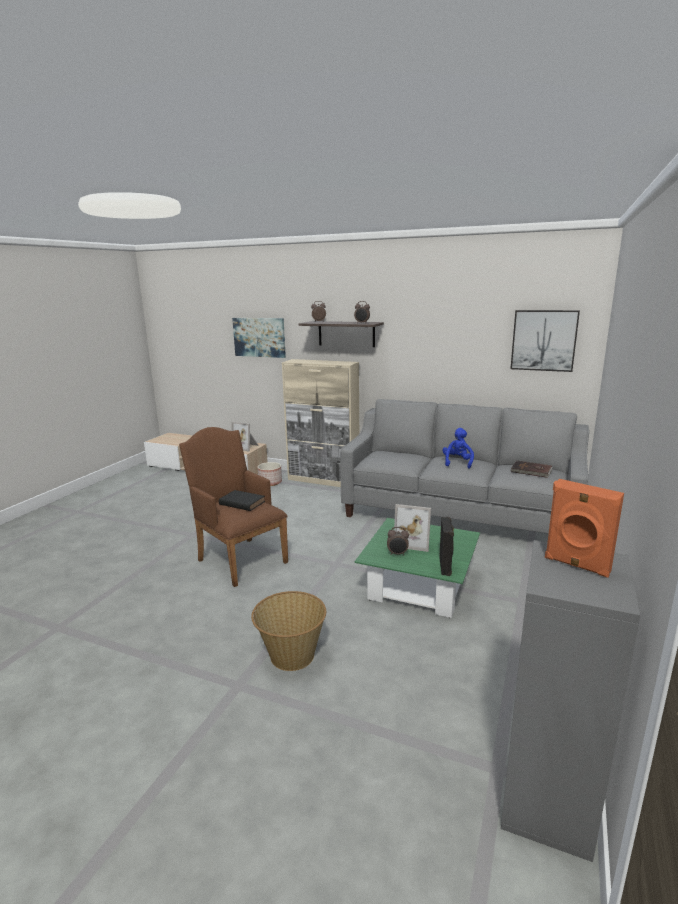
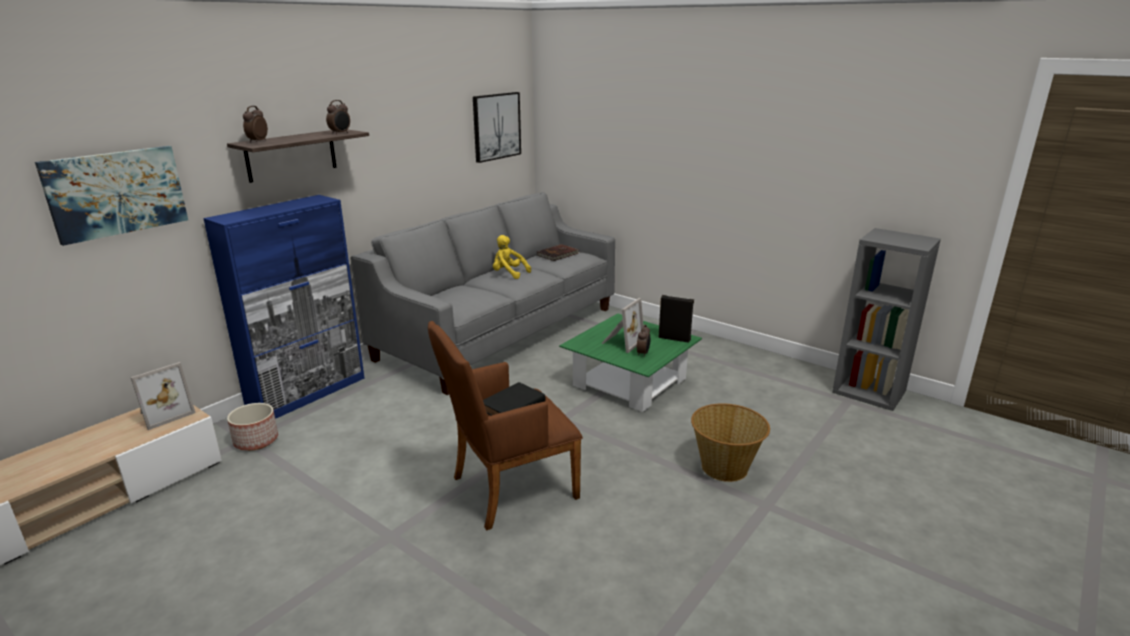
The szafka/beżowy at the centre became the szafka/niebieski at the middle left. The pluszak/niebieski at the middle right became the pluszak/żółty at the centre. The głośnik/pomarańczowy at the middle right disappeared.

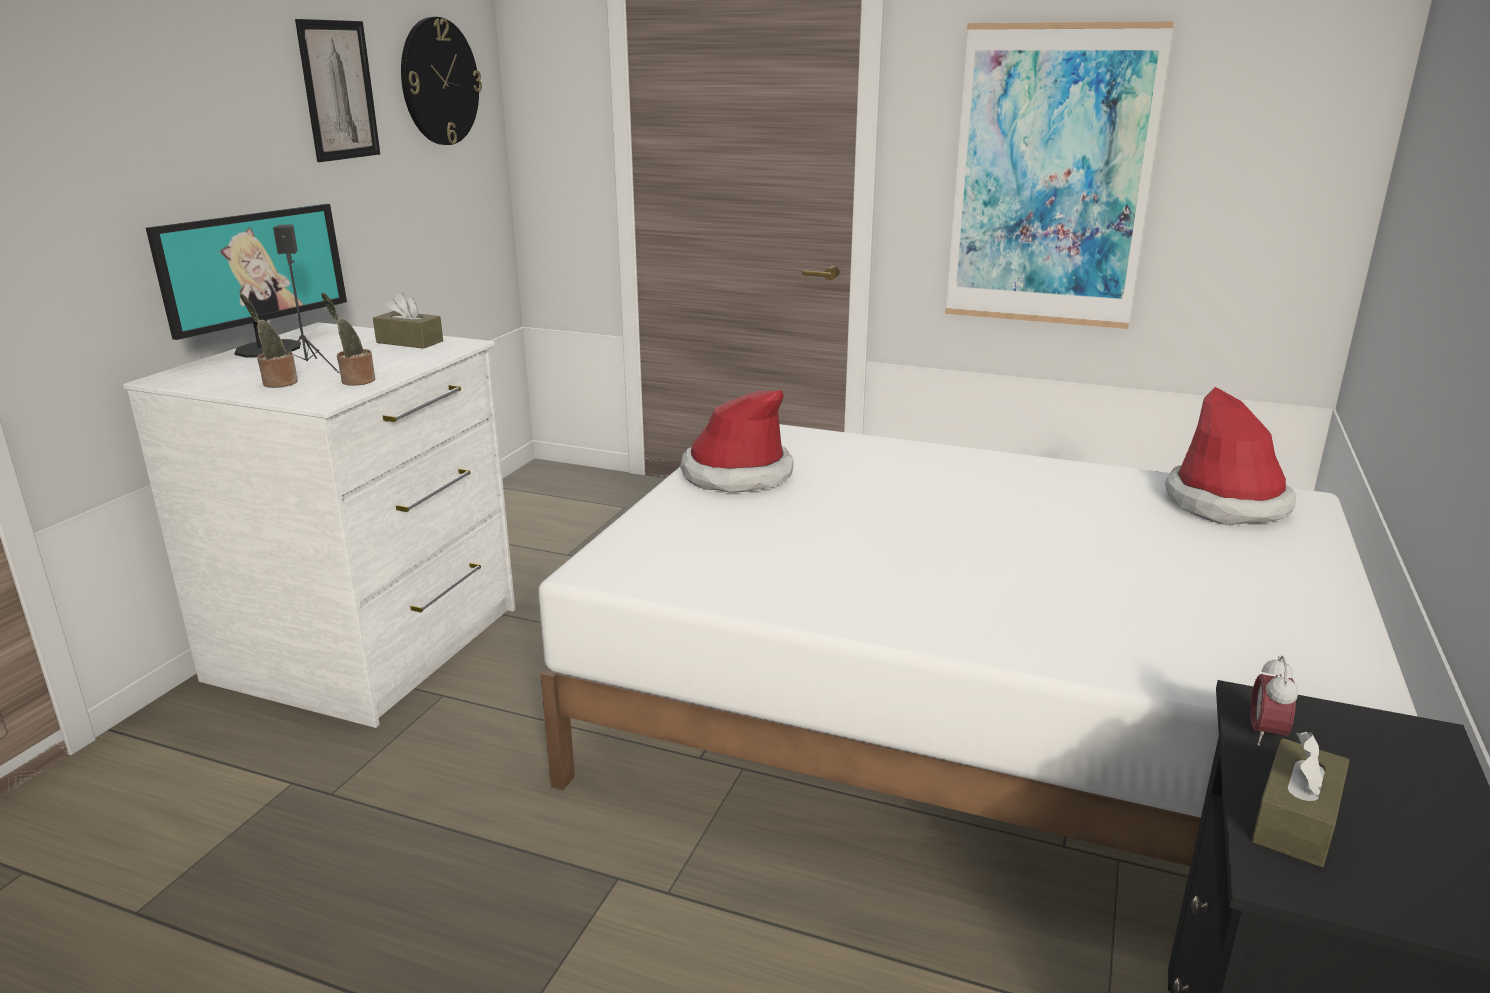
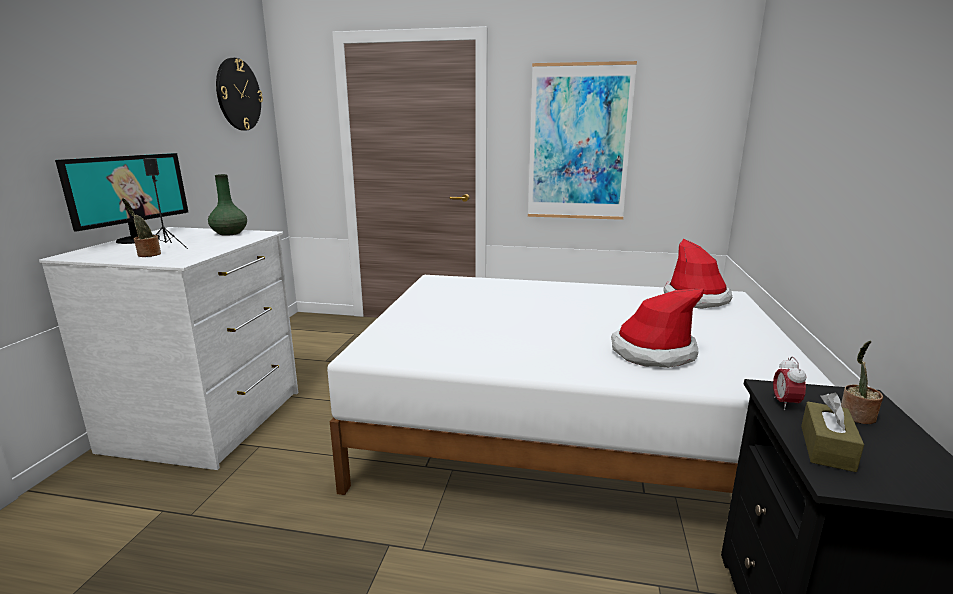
The obraz (no. 1 from left) at the top left disappeared. The roślina doniczkowa (no. 2 from left) moved from the middle left to the middle right. The pudełko chusteczek/brązowy (no. 1 from left) at the top left was replaced by the wazon/zielony at the middle left. The kapelusz (no. 1 from left) moved from the centre to the middle right.

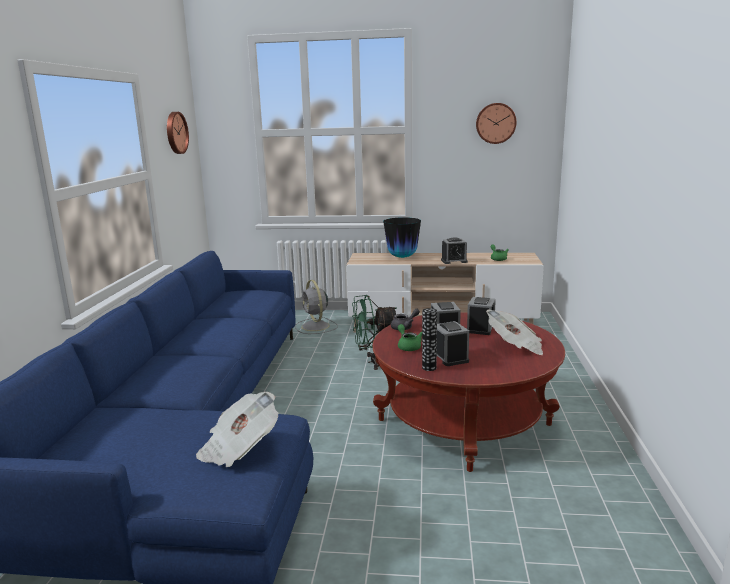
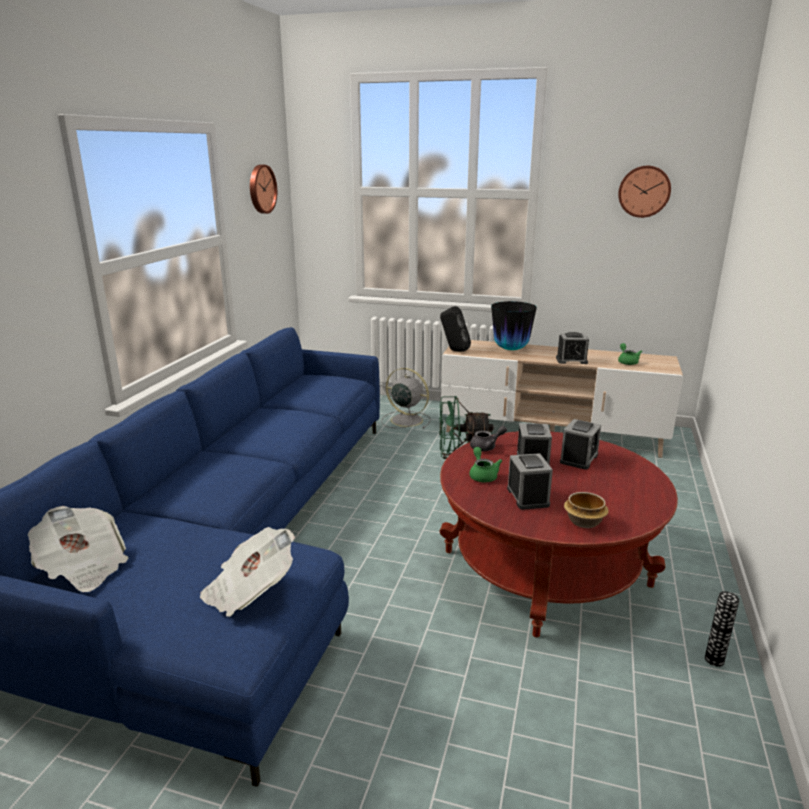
The wentylator/szary at the centre turned 135 degrees clockwise. The wazon (no. 2 from left) moved from the centre to the bottom right. The gazeta (no. 2 from left in the first image) moved from the middle right to the bottom left. The głośnik/czarny at the centre appeared. The miska at the middle right appeared.

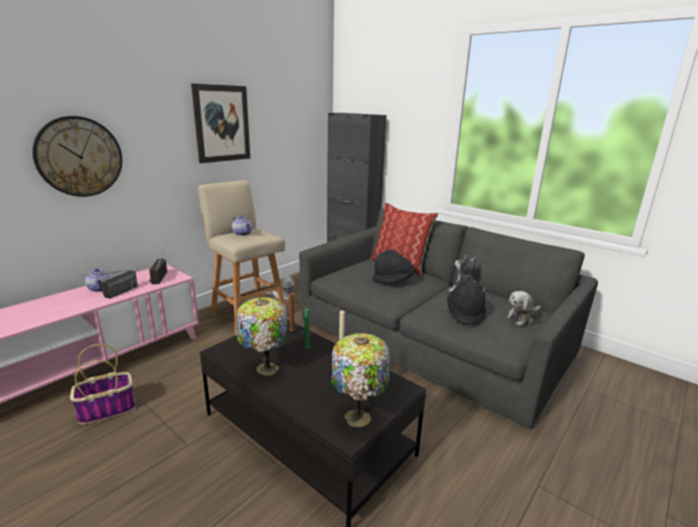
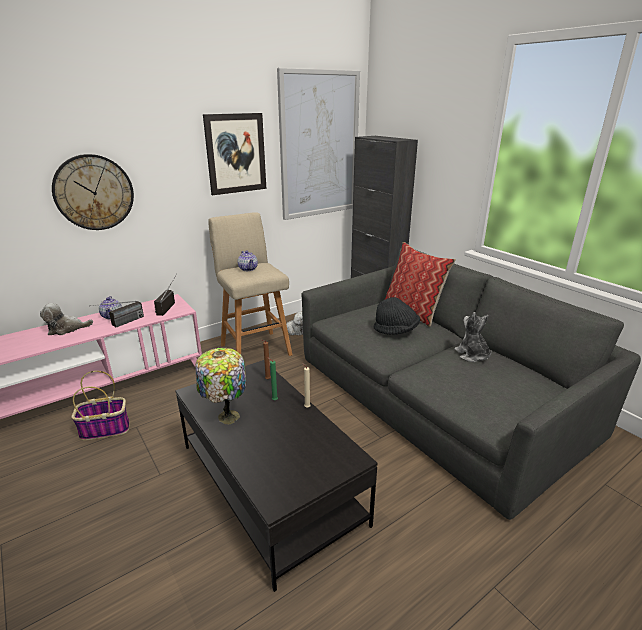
The lampa stołowa (no. 2 from left) at the bottom centre disappeared. The kapelusz/czarny (no. 2 from left) at the middle right disappeared. The pluszak (no. 3 from left in the first image) moved from the middle right to the middle left. The obraz (no. 2 from left) at the top centre appeared.

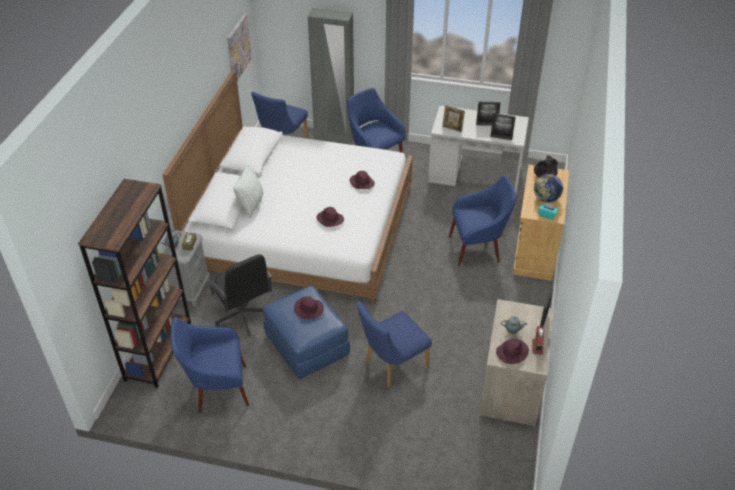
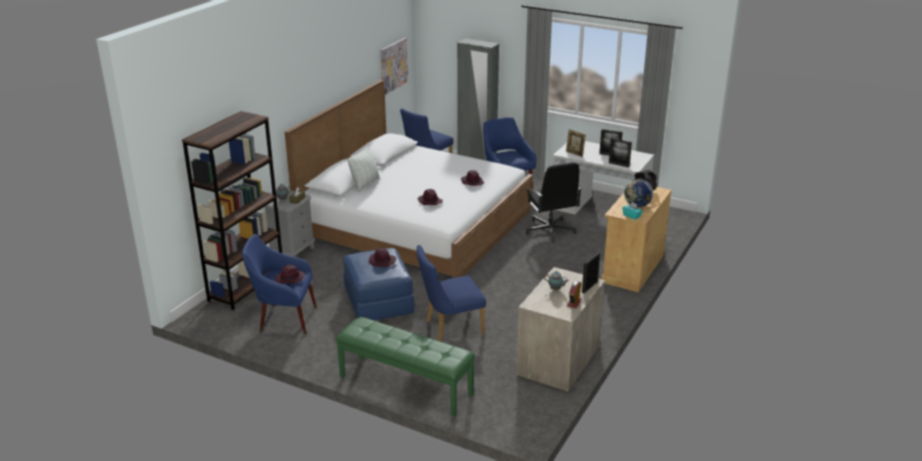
The krzesło biurowe/czarny moved from the middle left to the centre. The fotel/niebieski (no. 3 from left) at the centre disappeared. The kapelusz/fioletowy (no. 4 from left in the first image) moved from the bottom right to the middle left. The ławka/zielony at the bottom centre appeared.

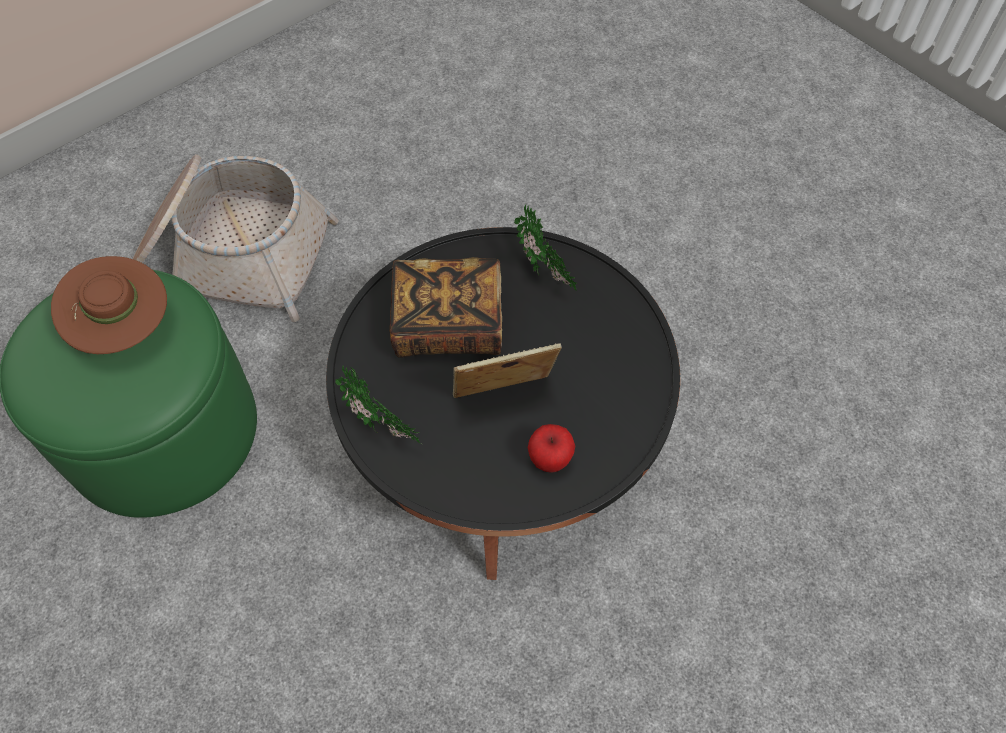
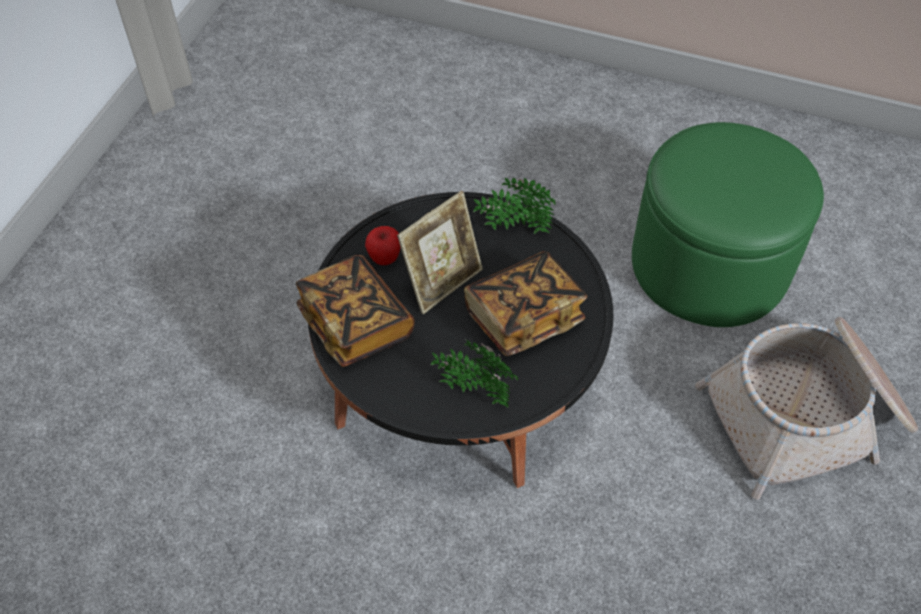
The kapelusz/brązowy at the middle left disappeared. The książka (no. 1 from left) at the centre appeared.

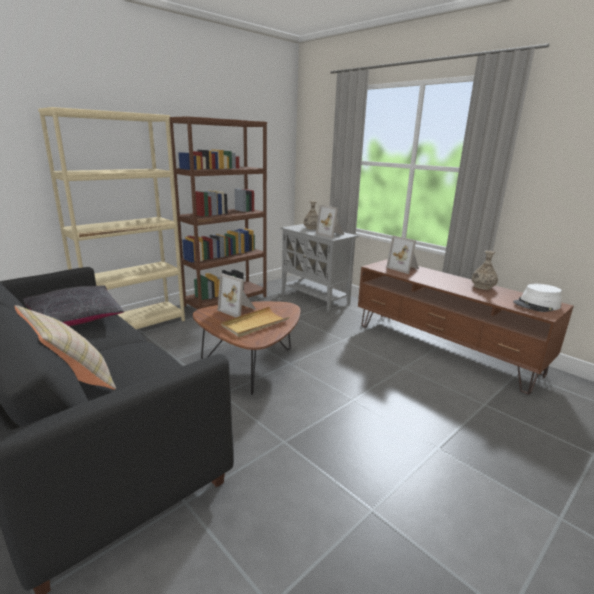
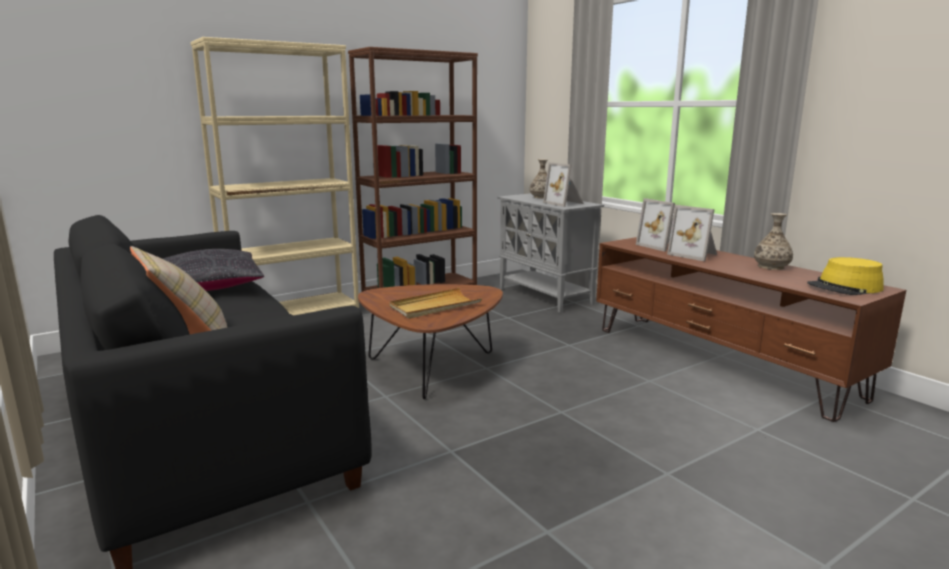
The ramka na zdjęcie (no. 1 from left in the first image) moved from the centre to the middle right. The kapelusz/biały at the middle right became the kapelusz/żółty at the middle right.

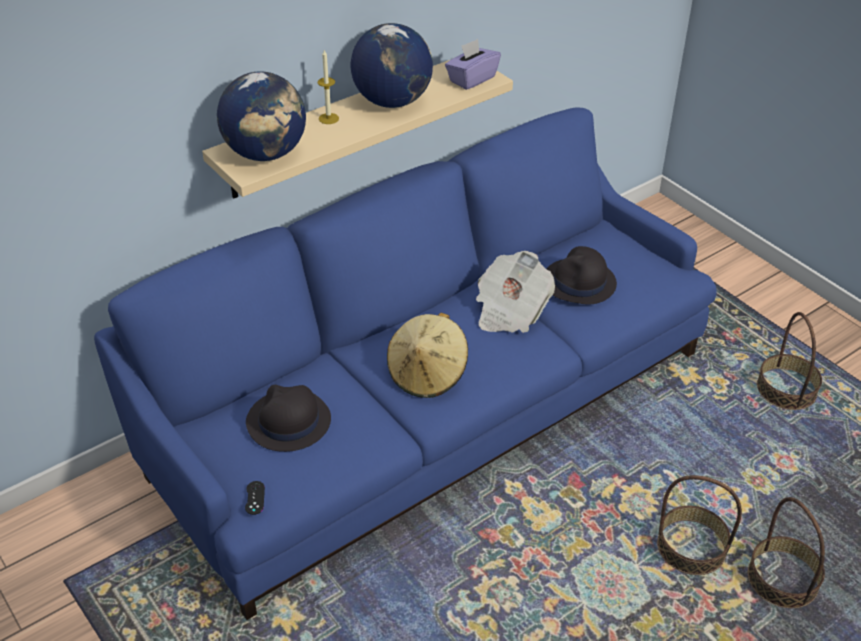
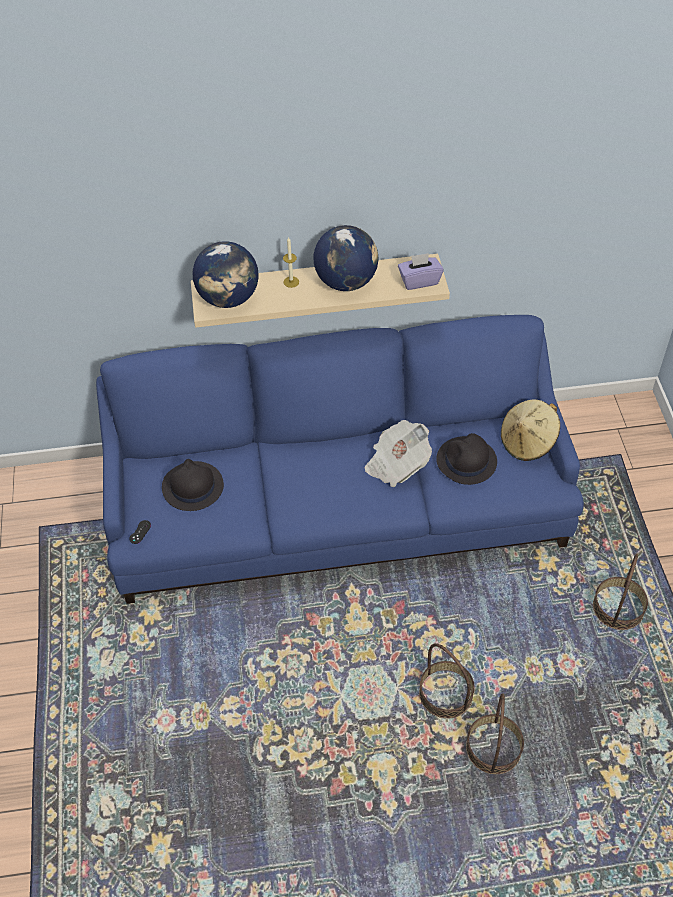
The kapelusz/beżowy moved from the centre to the middle right.

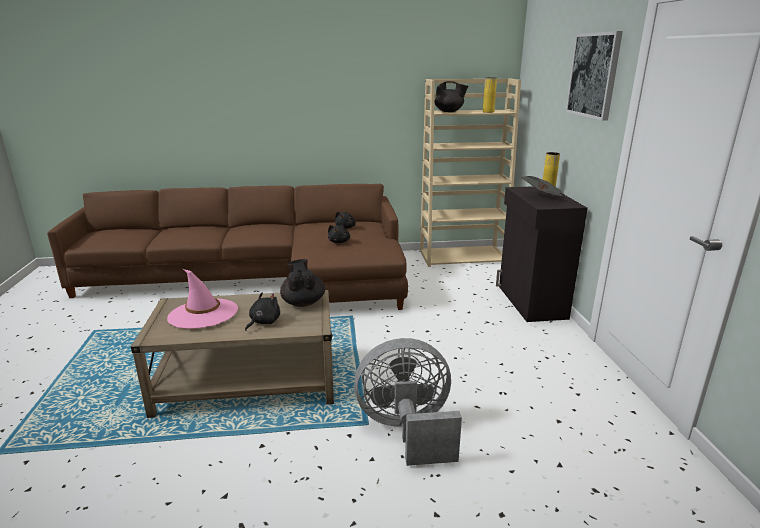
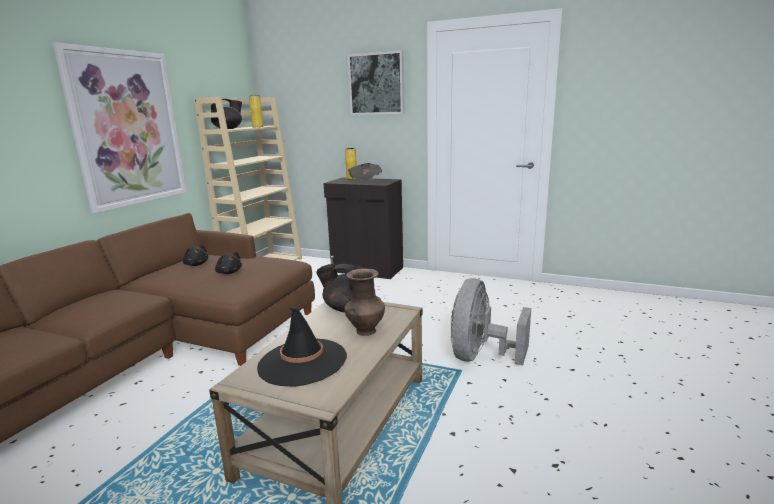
The kapelusz/różowy at the middle left became the kapelusz/czarny at the bottom centre. The pluszak/czarny (no. 1 from left) at the centre was replaced by the wazon/brązowy at the centre. The obraz (no. 1 from left) at the top left appeared.

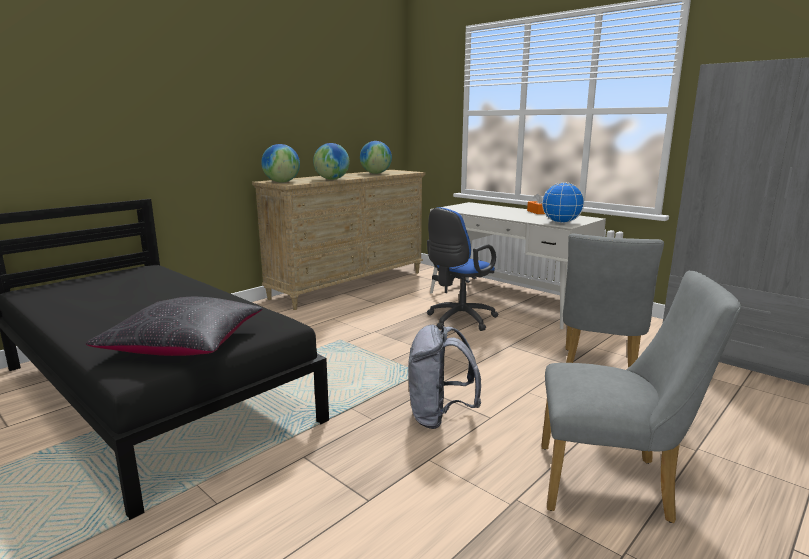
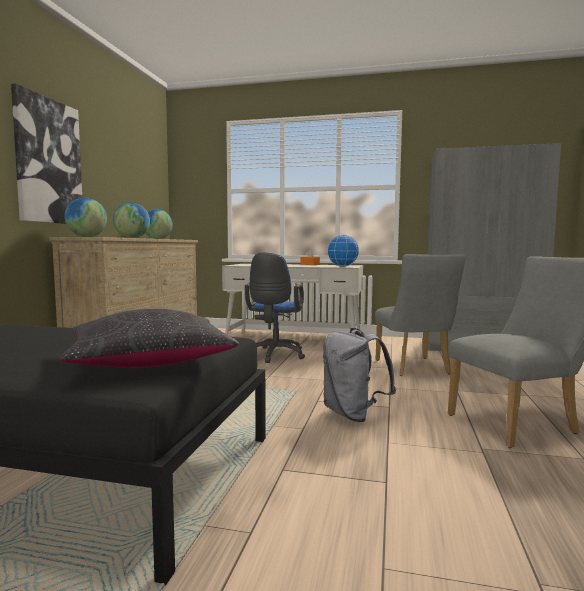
The obraz at the top left appeared.

